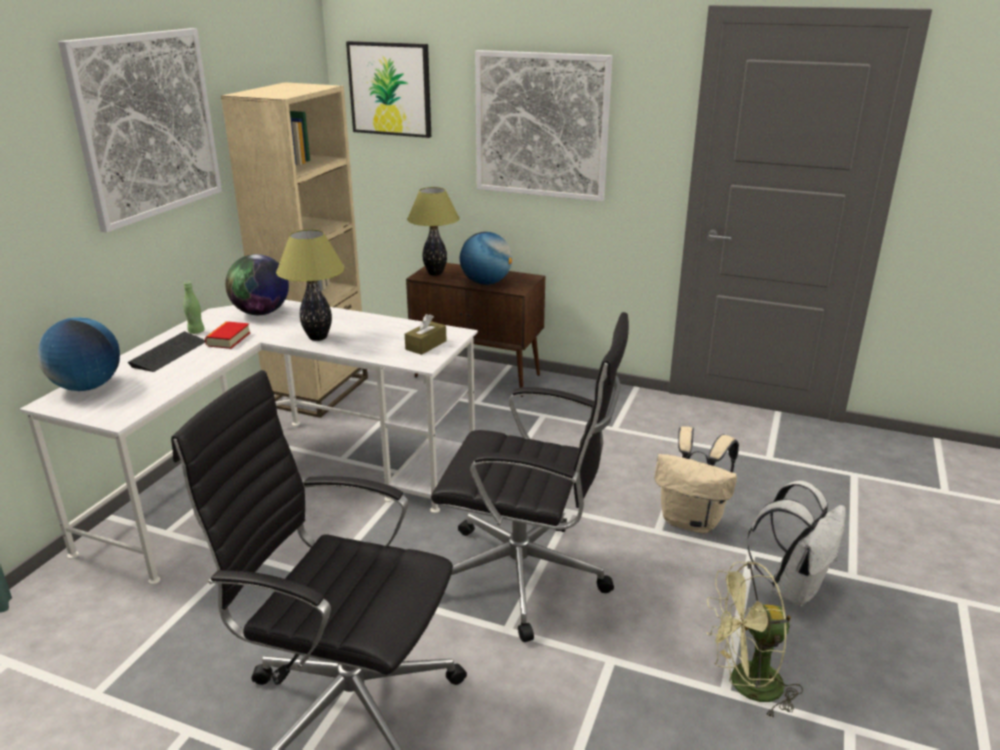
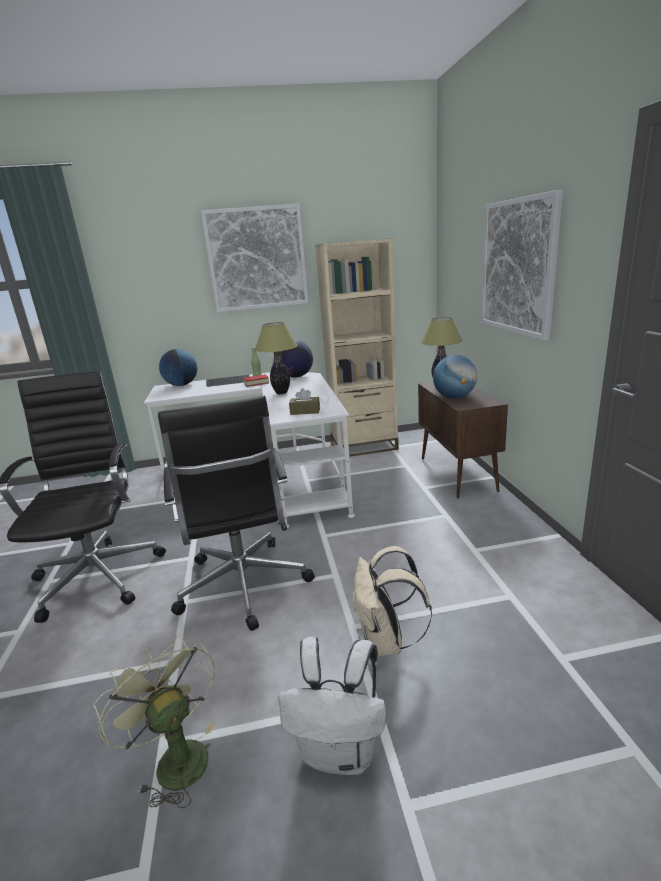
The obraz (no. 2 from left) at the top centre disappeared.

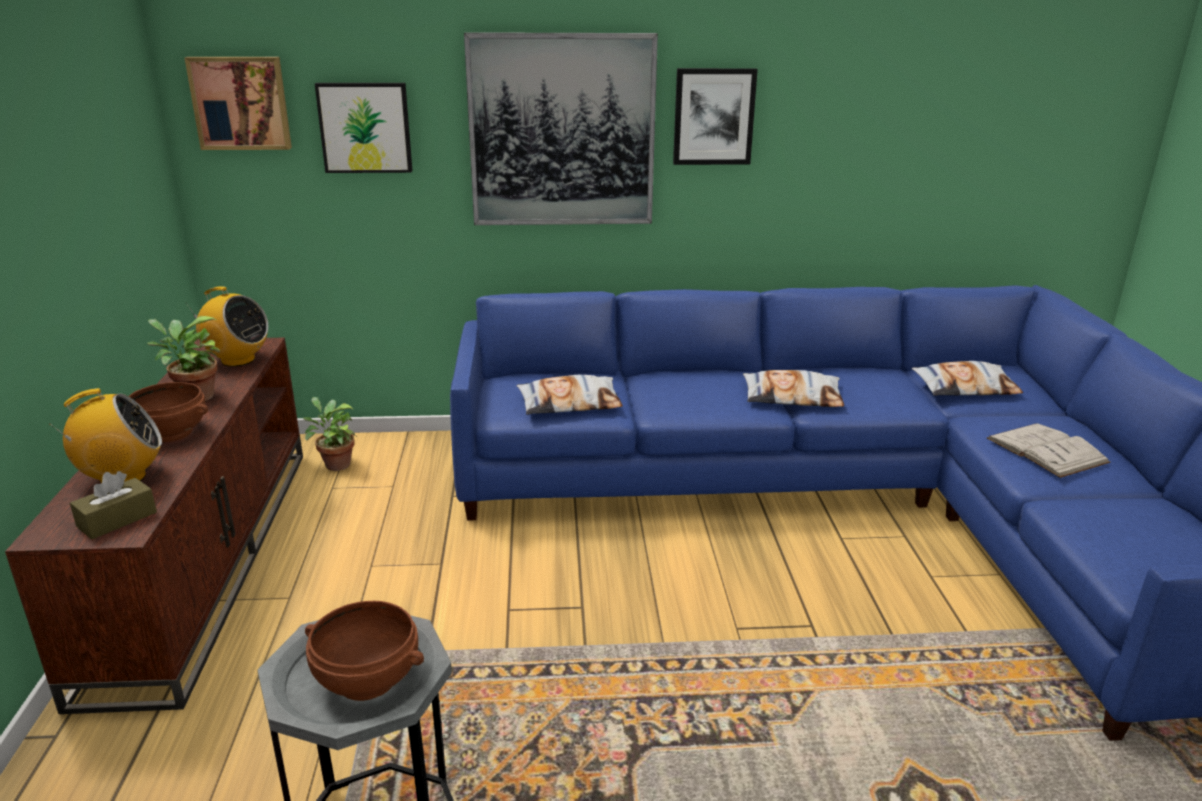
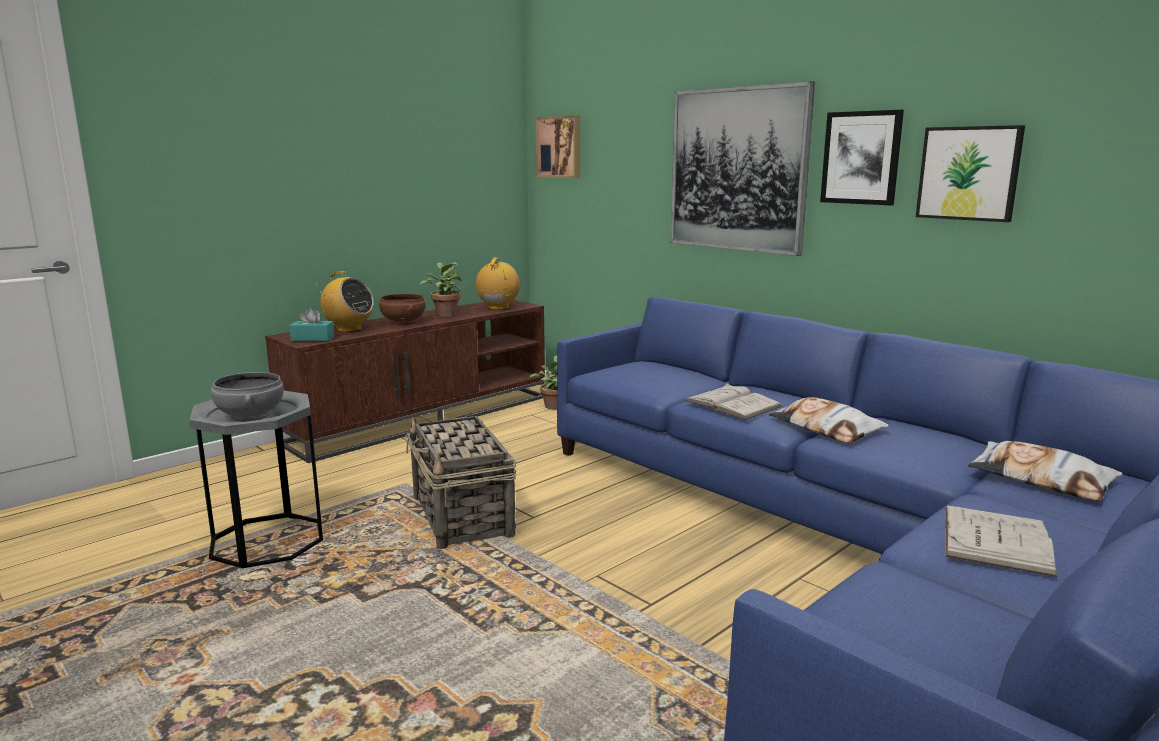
The pudełko chusteczek/brązowy at the middle left became the pudełko chusteczek/turkusowy at the middle left. The radio (no. 2 from left) at the middle left turned 150 degrees counterclockwise. The miska/brązowy (no. 2 from left) at the bottom left became the miska/szary at the middle left. The obraz (no. 2 from left in the first image) moved from the top left to the top right. The poduszka (no. 1 from left) at the centre disappeared. The koszyk at the centre appeared. The książka/biały (no. 1 from left) at the centre appeared.

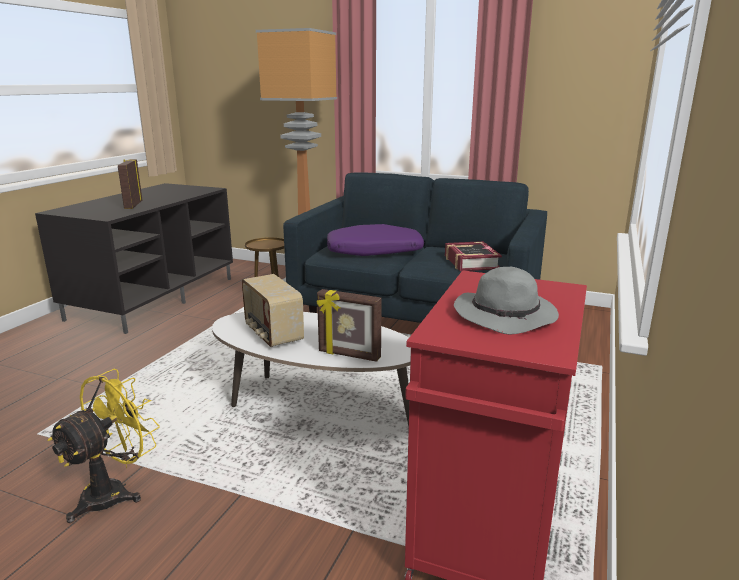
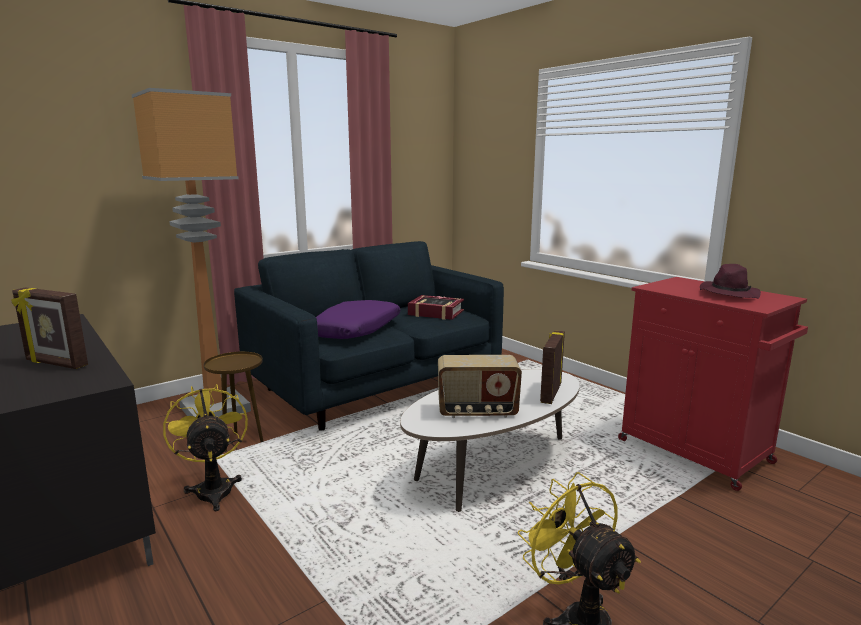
The ramka na zdjęcie (no. 2 from left) at the centre turned 150 degrees clockwise. The kapelusz/szary at the middle right became the kapelusz/fioletowy at the middle right. The wentylator/żółty (no. 1 from left) at the bottom left appeared.

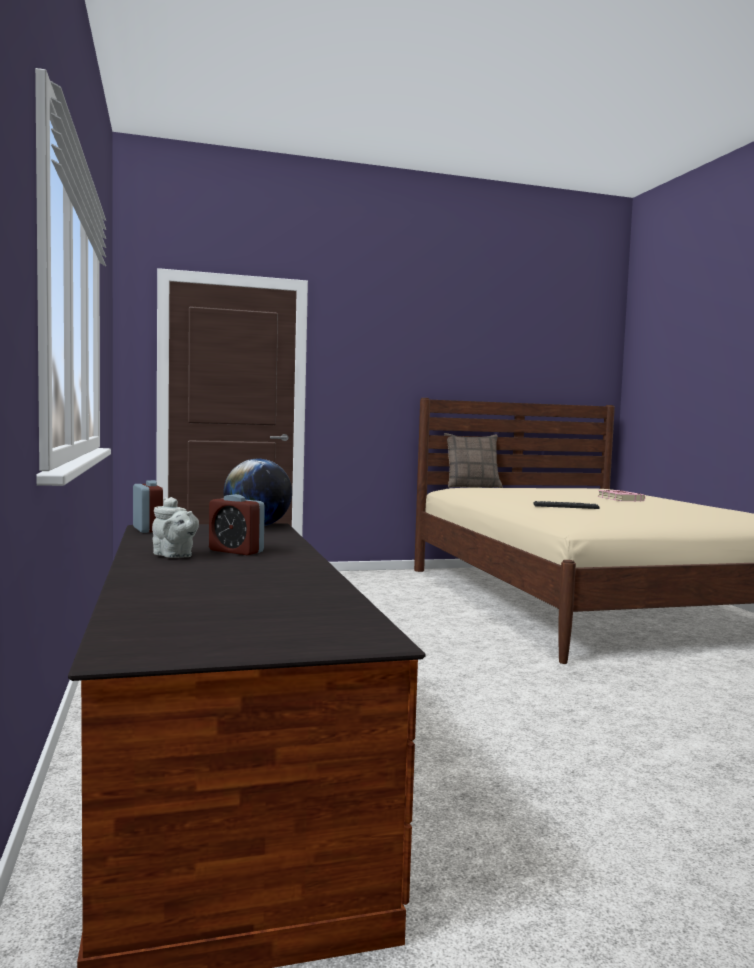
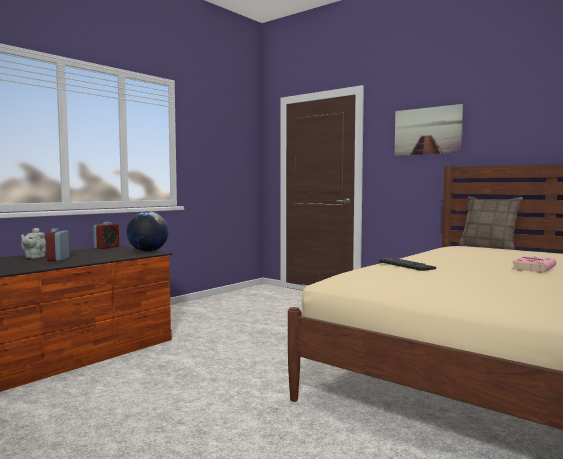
The obraz at the top right appeared.

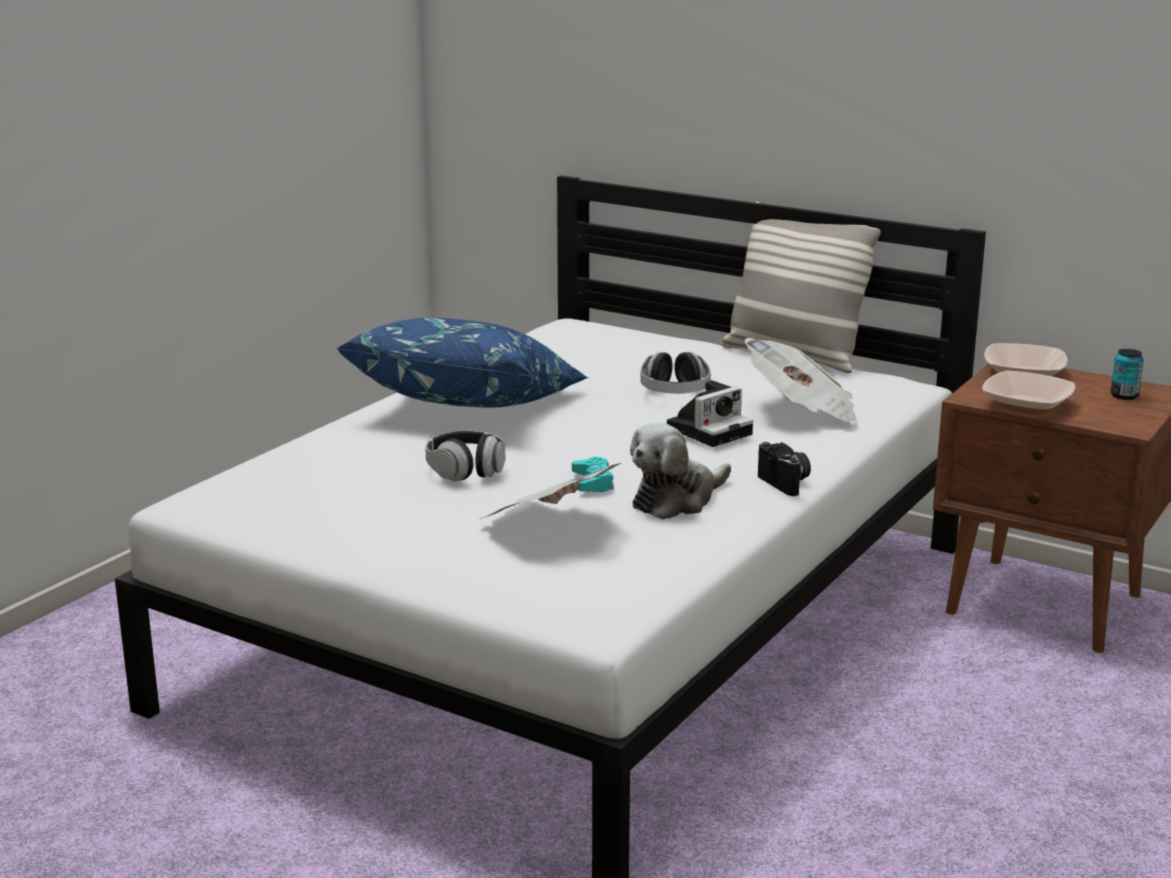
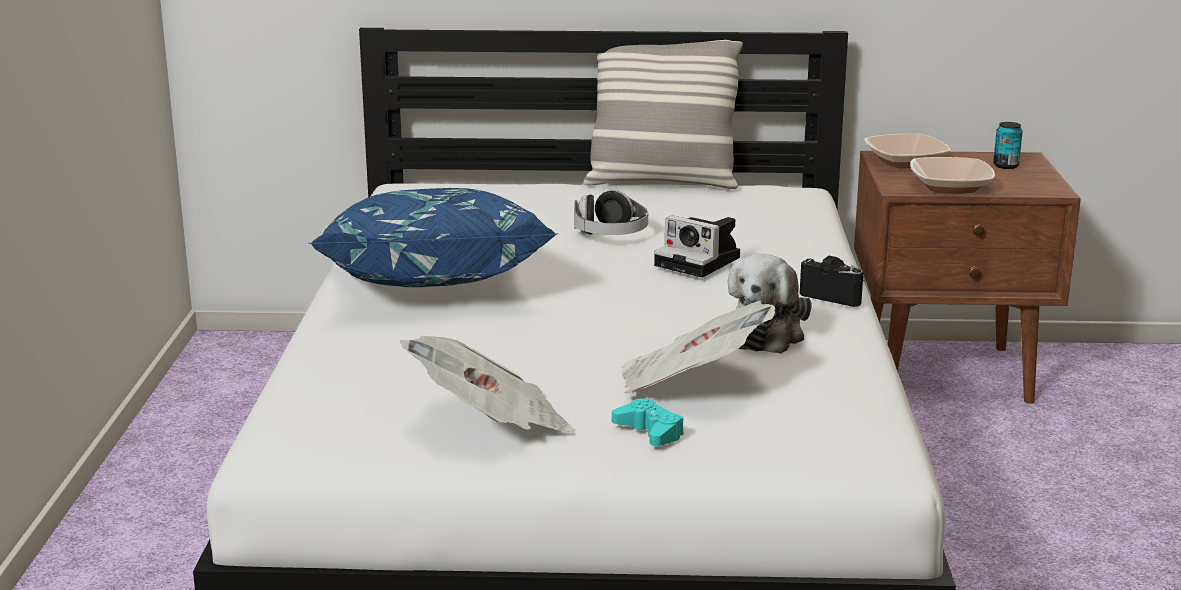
The słuchawki (no. 1 from left) at the centre disappeared. The pad do gier/turkusowy moved from the centre to the bottom centre. The aparat fotograficzny (no. 1 from left) at the centre turned 105 degrees clockwise. The gazeta (no. 2 from left in the first image) moved from the middle right to the centre.

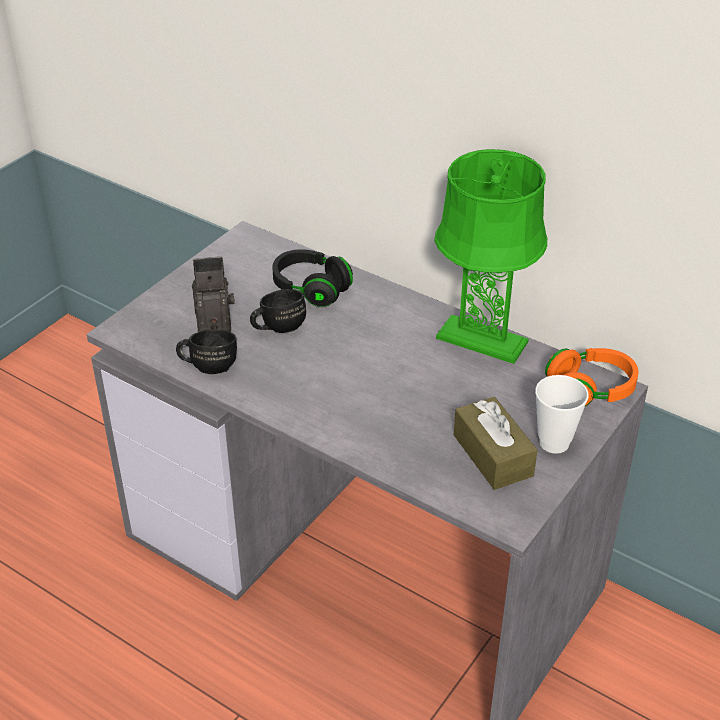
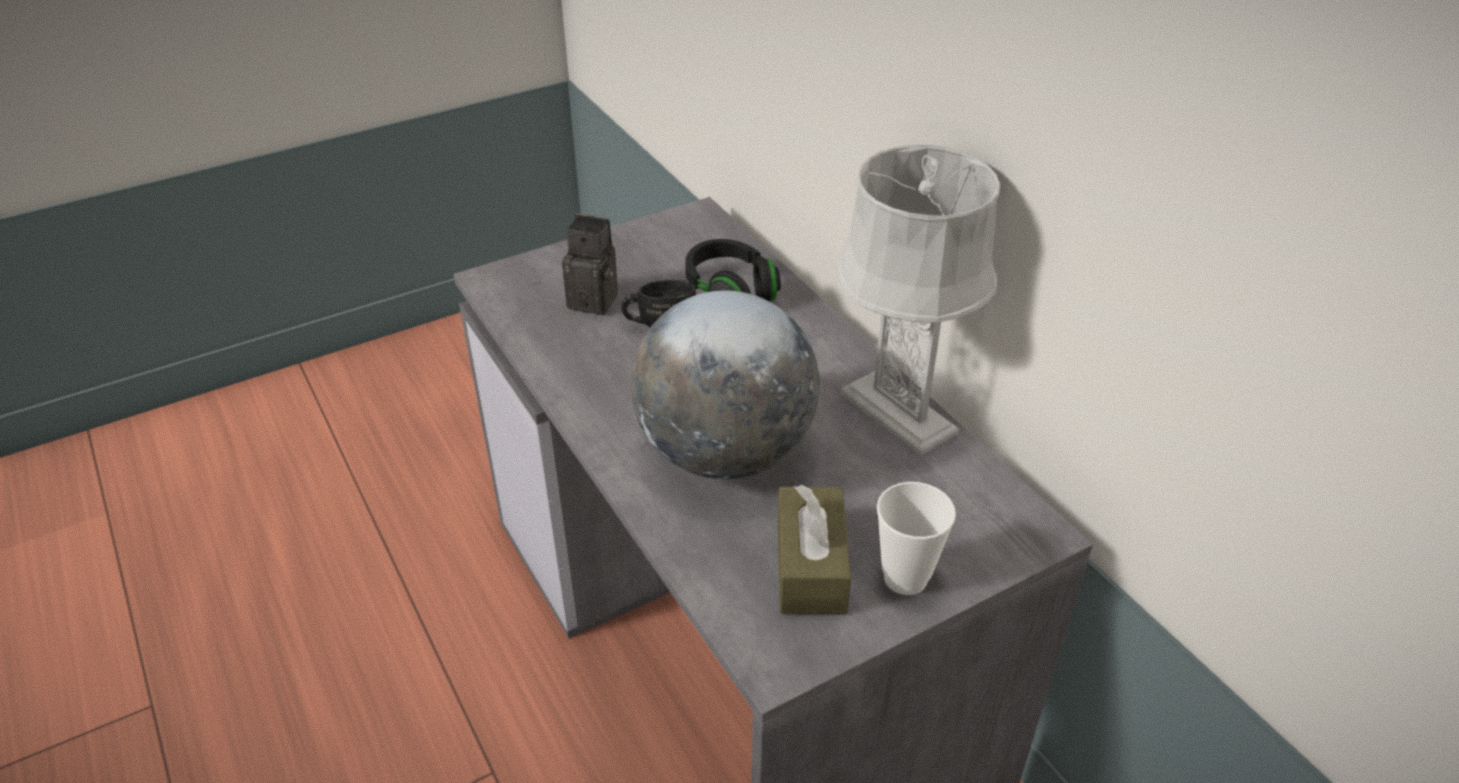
The kubek/czarny (no. 1 from left) at the middle left disappeared. The lampa stołowa/zielony at the middle right became the lampa stołowa/szary at the centre. The słuchawki/pomarańczowy at the middle right disappeared. The globus at the centre appeared.

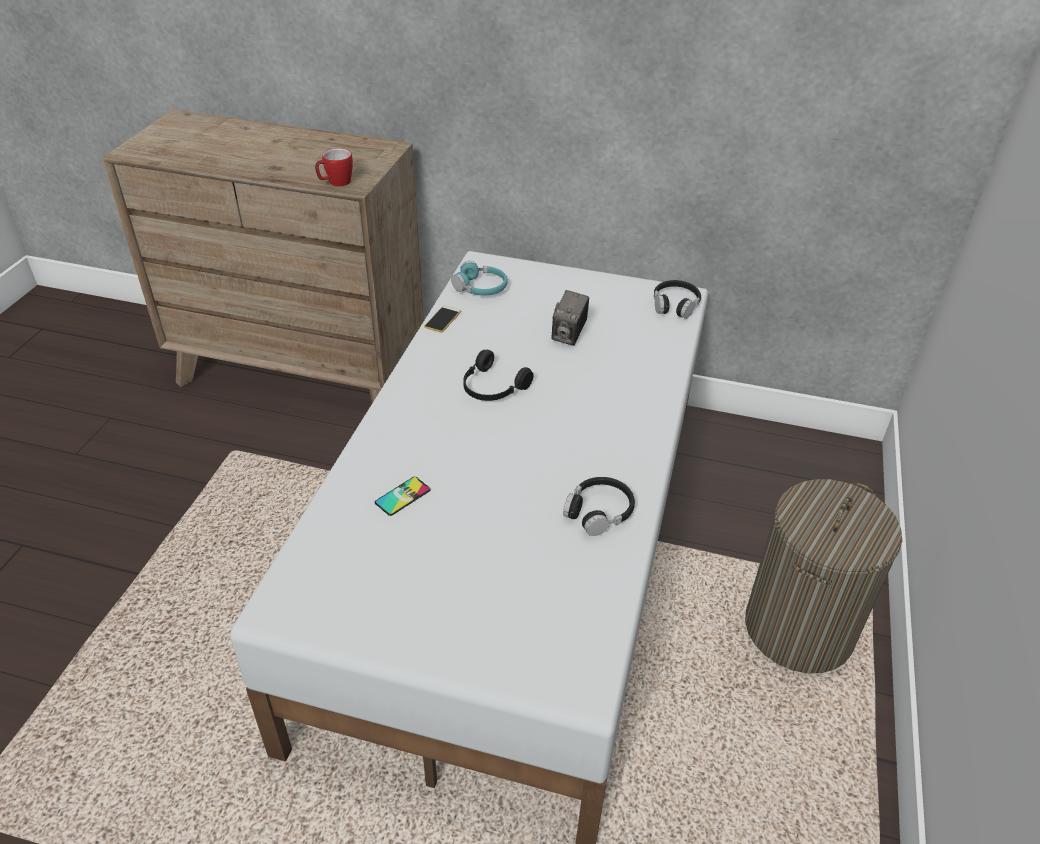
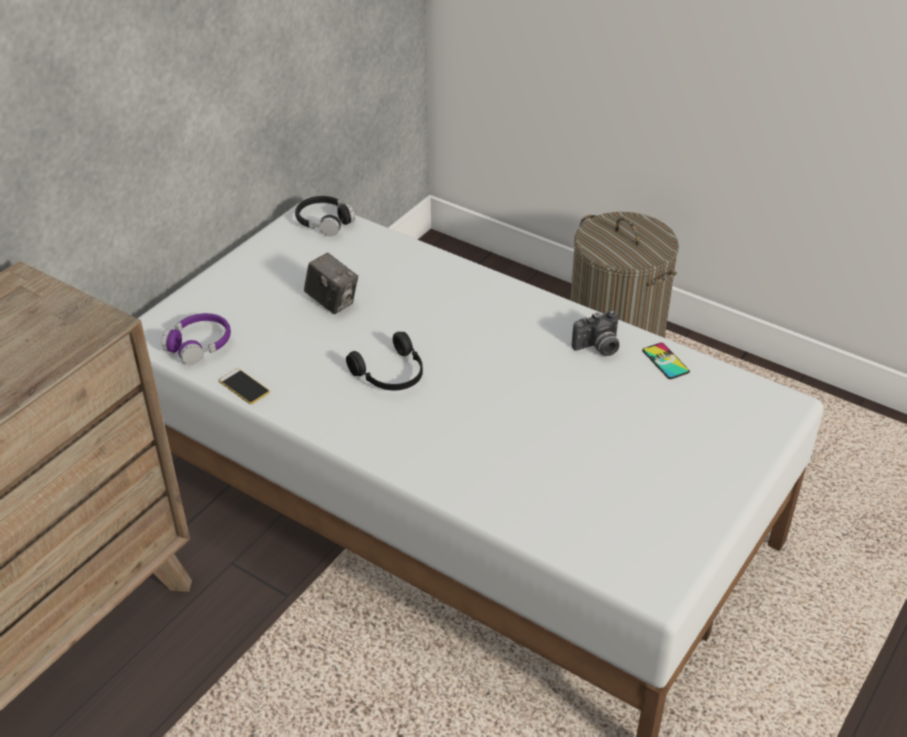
The kubek at the top left disappeared. The telefon (no. 1 from left in the first image) moved from the centre to the middle right. The słuchawki/turkusowy at the top centre became the słuchawki/fioletowy at the middle left. The słuchawki/czarny (no. 2 from left) at the centre was replaced by the aparat fotograficzny (no. 2 from left) at the centre.

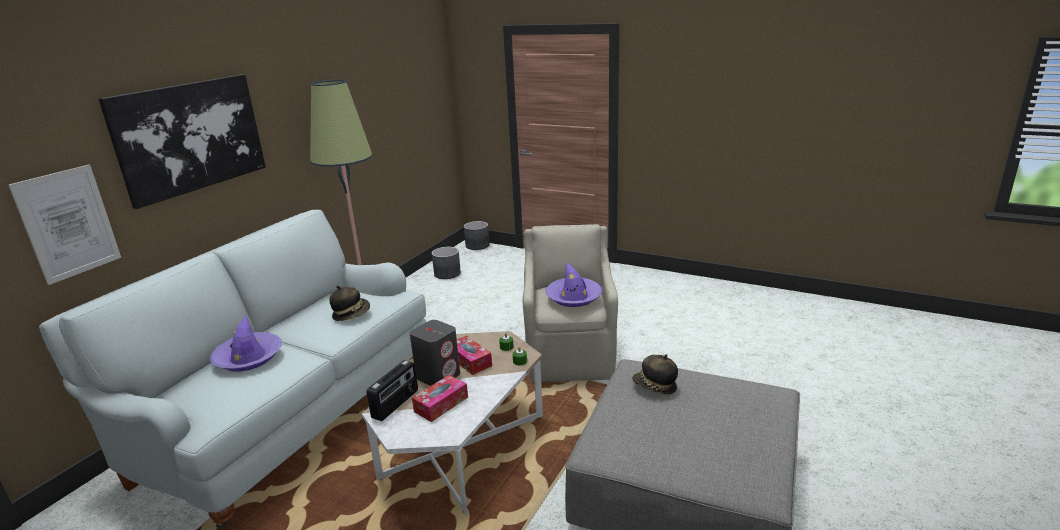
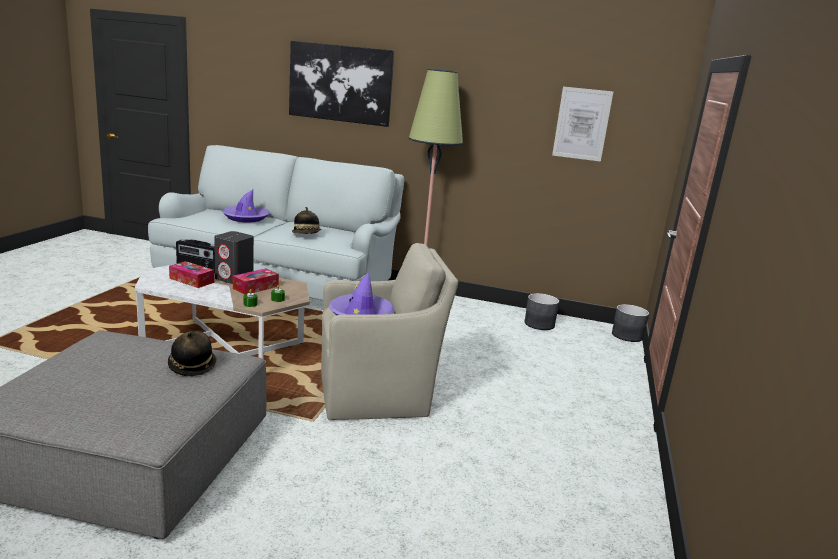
The obraz (no. 1 from left in the first image) moved from the middle left to the top right.

